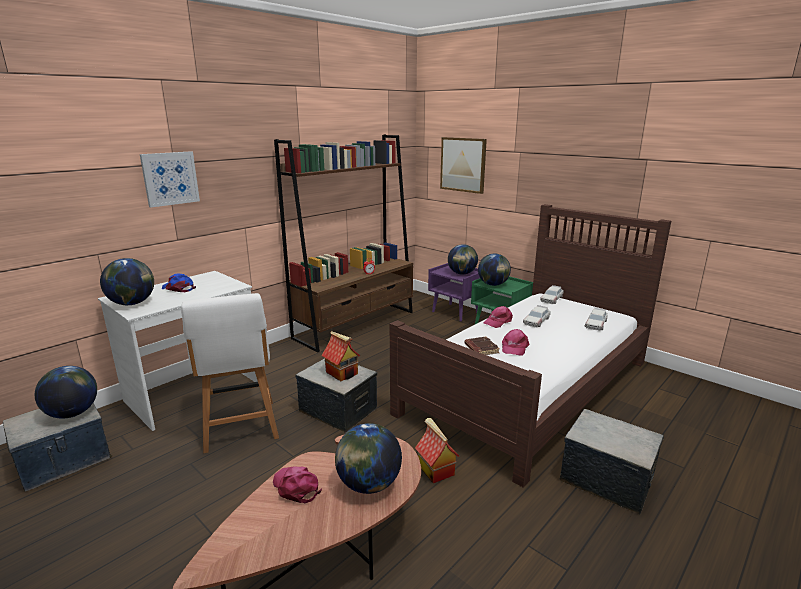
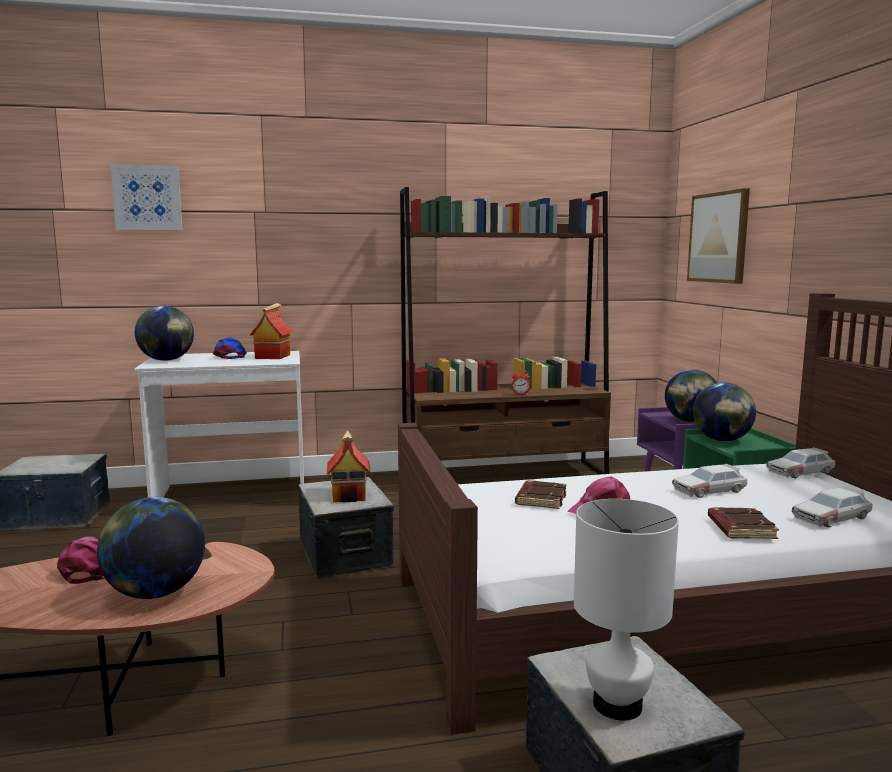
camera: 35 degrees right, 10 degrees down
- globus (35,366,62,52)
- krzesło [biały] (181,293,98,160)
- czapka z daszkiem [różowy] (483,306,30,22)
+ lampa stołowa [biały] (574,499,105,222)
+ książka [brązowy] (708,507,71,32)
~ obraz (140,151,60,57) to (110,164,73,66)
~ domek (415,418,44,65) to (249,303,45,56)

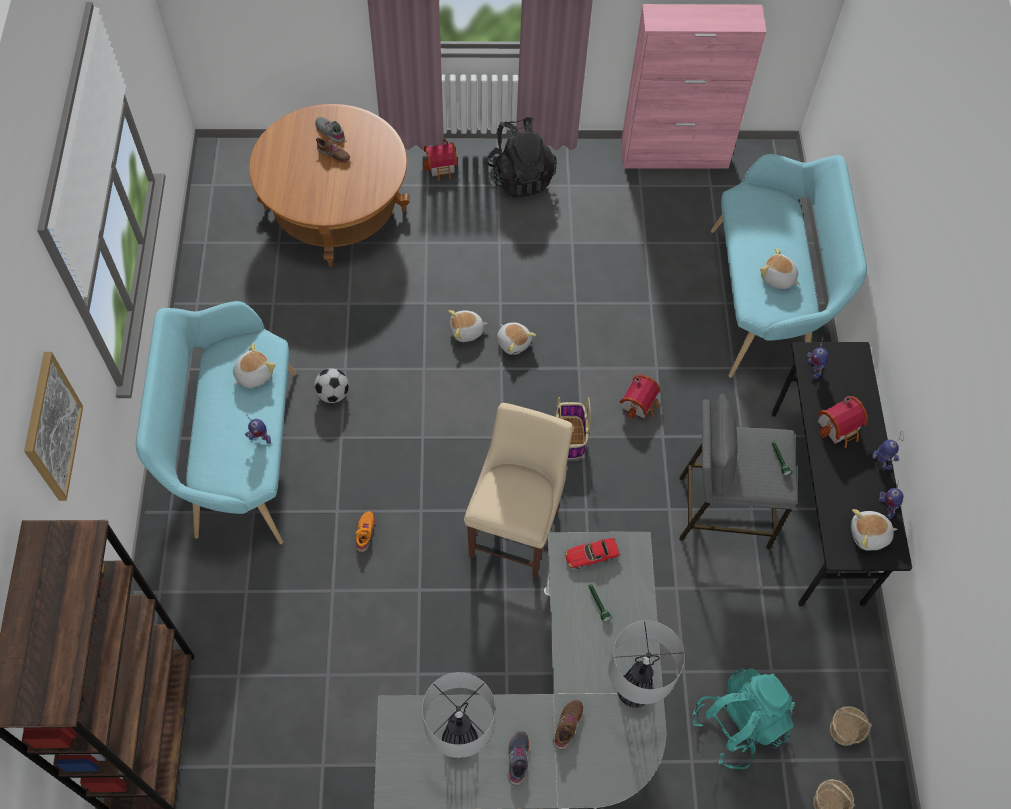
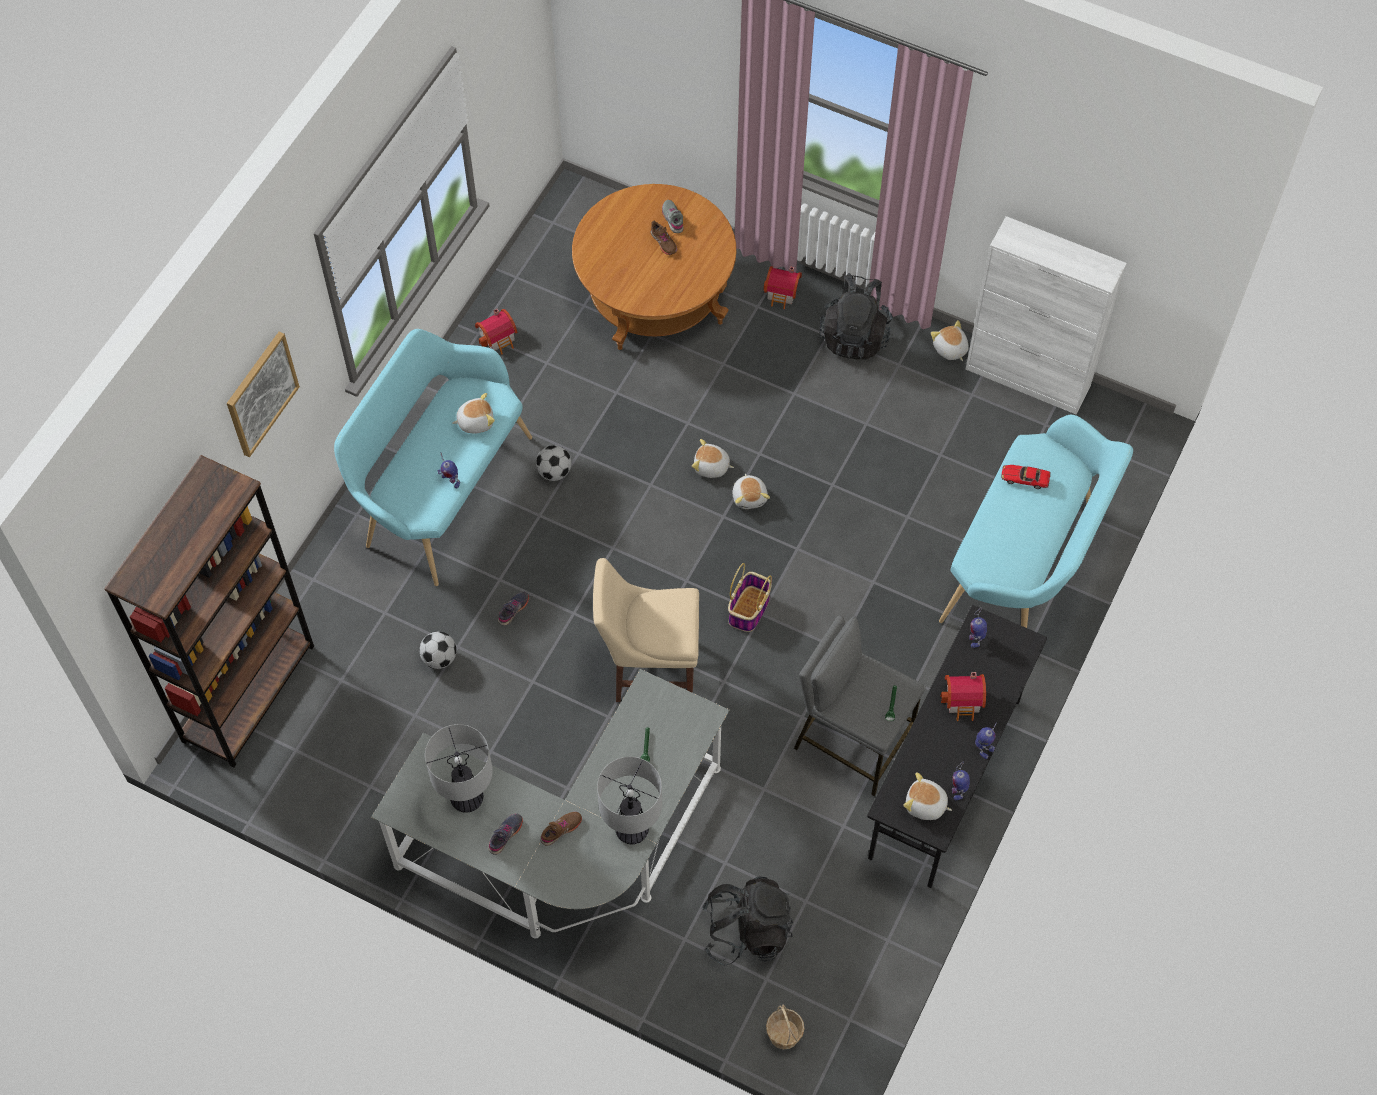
camera: 30 degrees right, 0 degrees up
- koszyk (830,706,42,40)
+ piłka futbolowa (419,631,37,38)
~ samochodzik (564,537,56,32) to (1001,465,50,24)
~ domek (619,375,41,45) to (475,309,43,45)
~ pluszak (760,248,40,41) to (931,320,38,41)
~ but [pomarańczowy] (355,511,20,41) to but [szary] (498,592,31,34)
~ szafka [różowy] (621,4,145,165) to szafka [biały] (966,216,161,199)
~ plecak [turkusowy] (693,668,102,101) to plecak [czarny] (701,877,92,89)
~ krzesło [beżowy] (464,403,109,175) = (593,558,106,144) 135 degrees counterclockwise

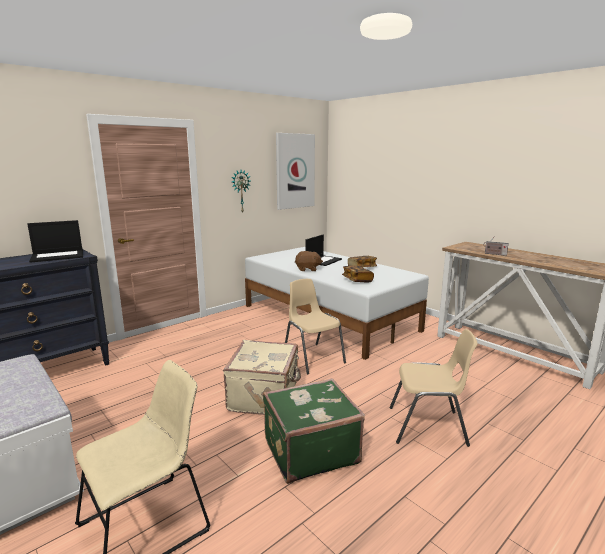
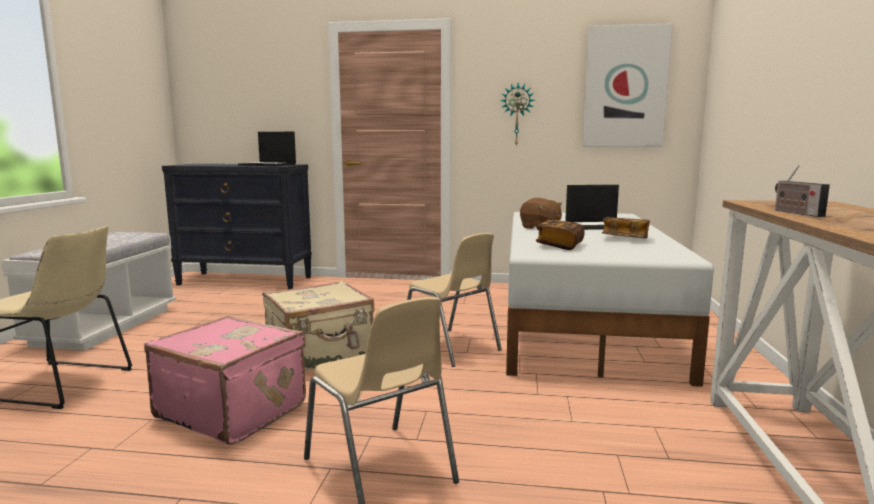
camera: 50 degrees right, 5 degrees down
~ walizka [zielony] (263,378,102,106) to walizka [różowy] (144,316,162,129)
~ krzesło [beżowy] (285,279,61,96) = (407,233,95,134) 120 degrees clockwise

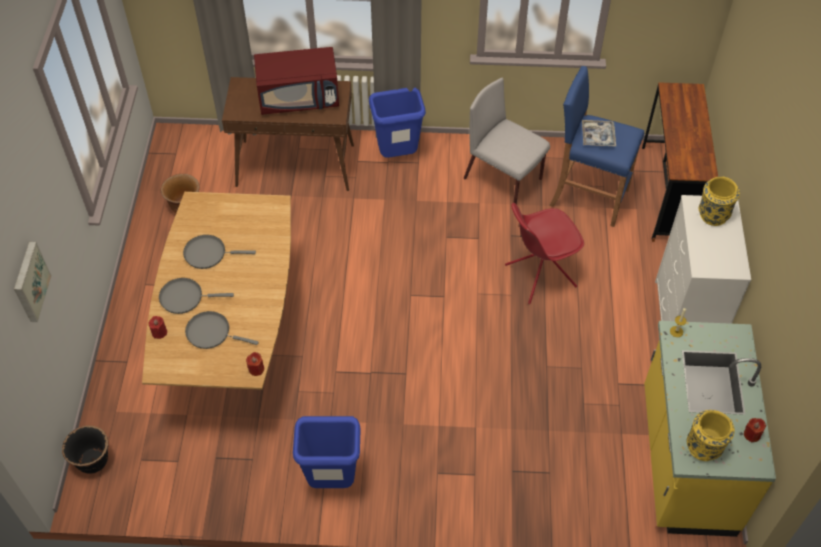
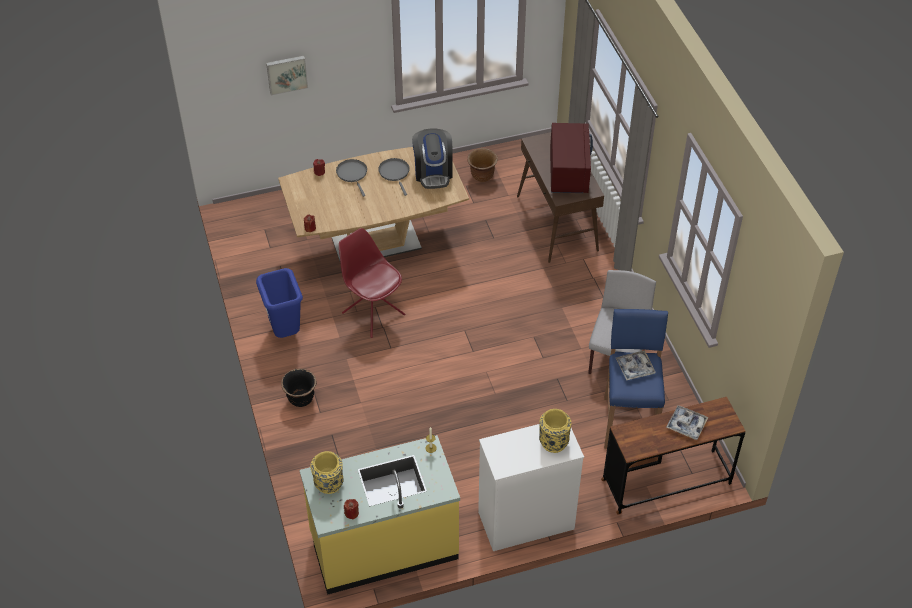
camera: 70 degrees right, 5 degrees down
- patelnia [szary] (185,311,74,38)
- kosz na śmieci [niebieski] (369,88,57,70)
+ ekspres do kawy (412,128,41,61)
+ taca (666,405,43,35)
~ donica [czarny] (62,425,47,49) to (281,368,36,39)
~ krzesło [czerwony] (505,203,79,101) to (339,228,66,110)
~ mikrofalówka [czerwony] (254,47,85,68) = (550,123,43,70) 150 degrees counterclockwise

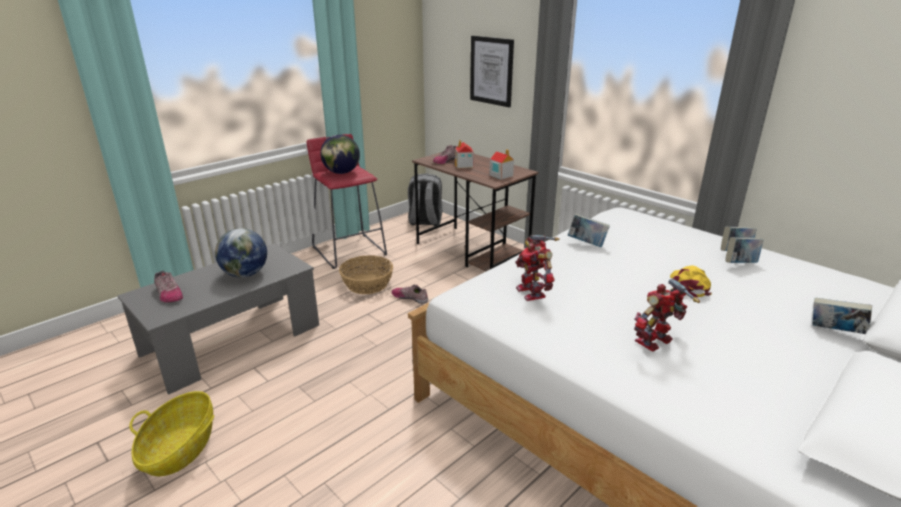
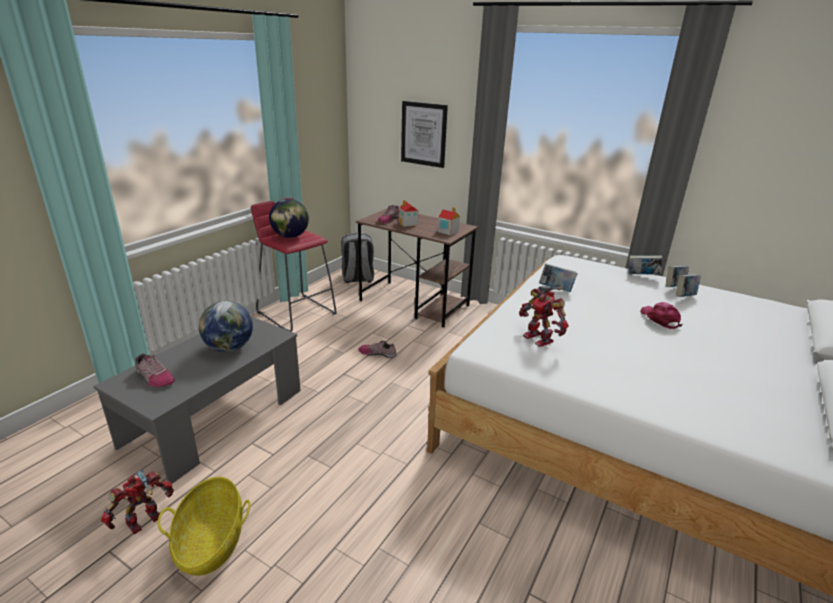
camera: 15 degrees left, 0 degrees up
- koszyk (339,255,54,39)
~ robot zabawkowy (634,278,66,74) to (101,470,73,64)
~ książka (812,298,60,36) to (629,255,33,20)
~ czapka z daszkiem [żółty] (670,265,42,32) to czapka z daszkiem [różowy] (640,302,43,27)

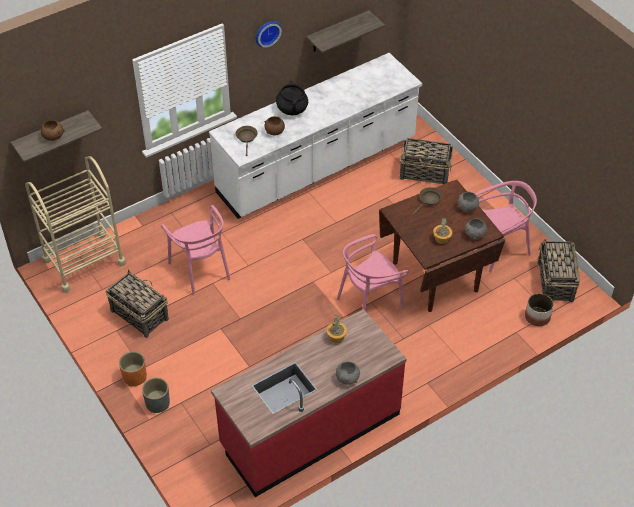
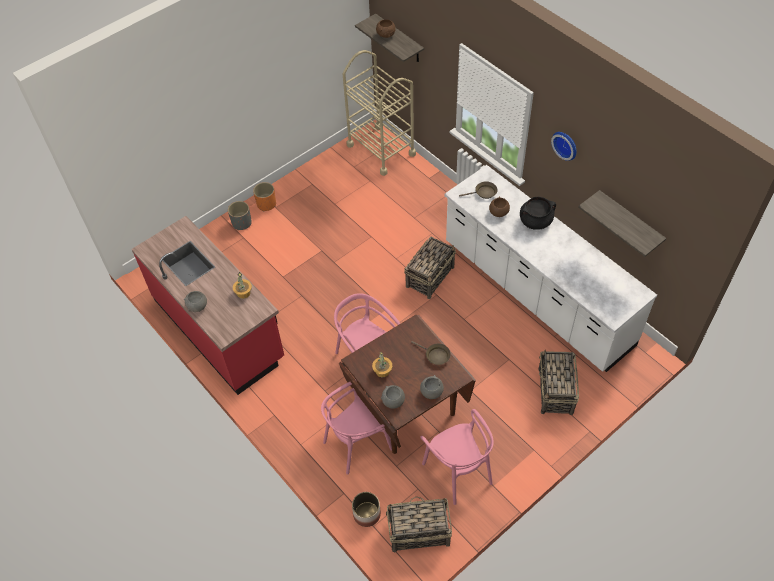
camera: 85 degrees right, 5 degrees up
~ koszyk (106,269,63,69) to (404,237,52,62)
~ krzesło [różowy] (161,205,69,89) to (321,379,71,96)

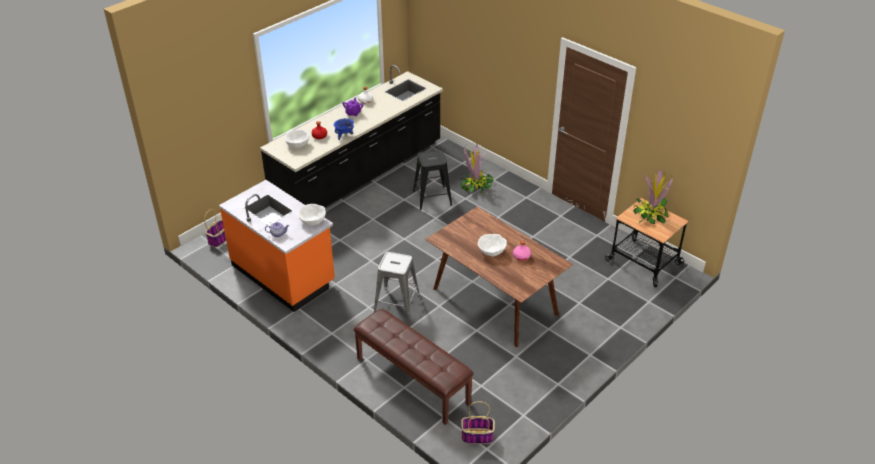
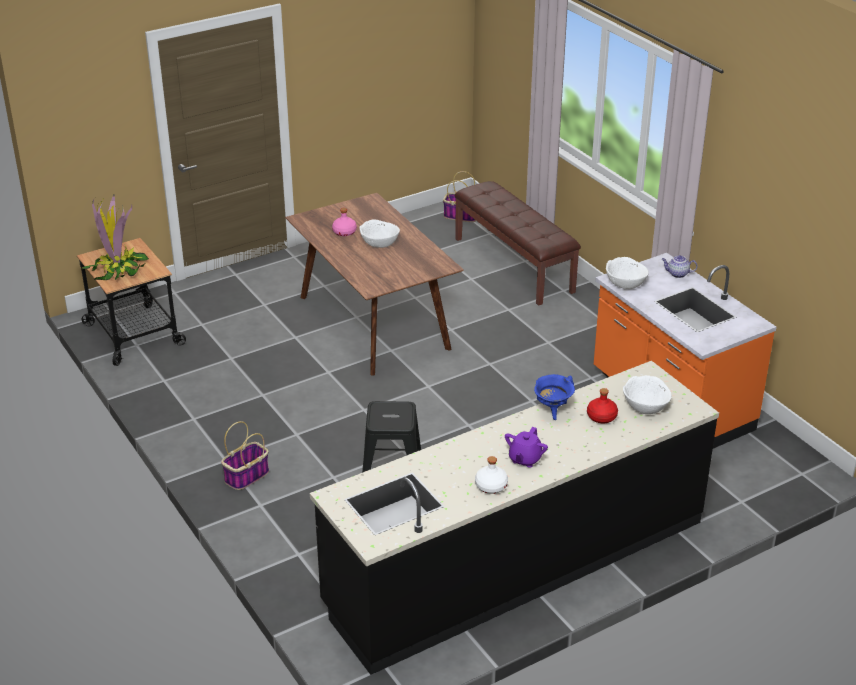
camera: 165 degrees left, 5 degrees down
- stołek [szary] (374,252,46,69)
- roślina doniczkowa (460,143,34,50)
~ koszyk (204,209,22,38) to (221,421,48,69)

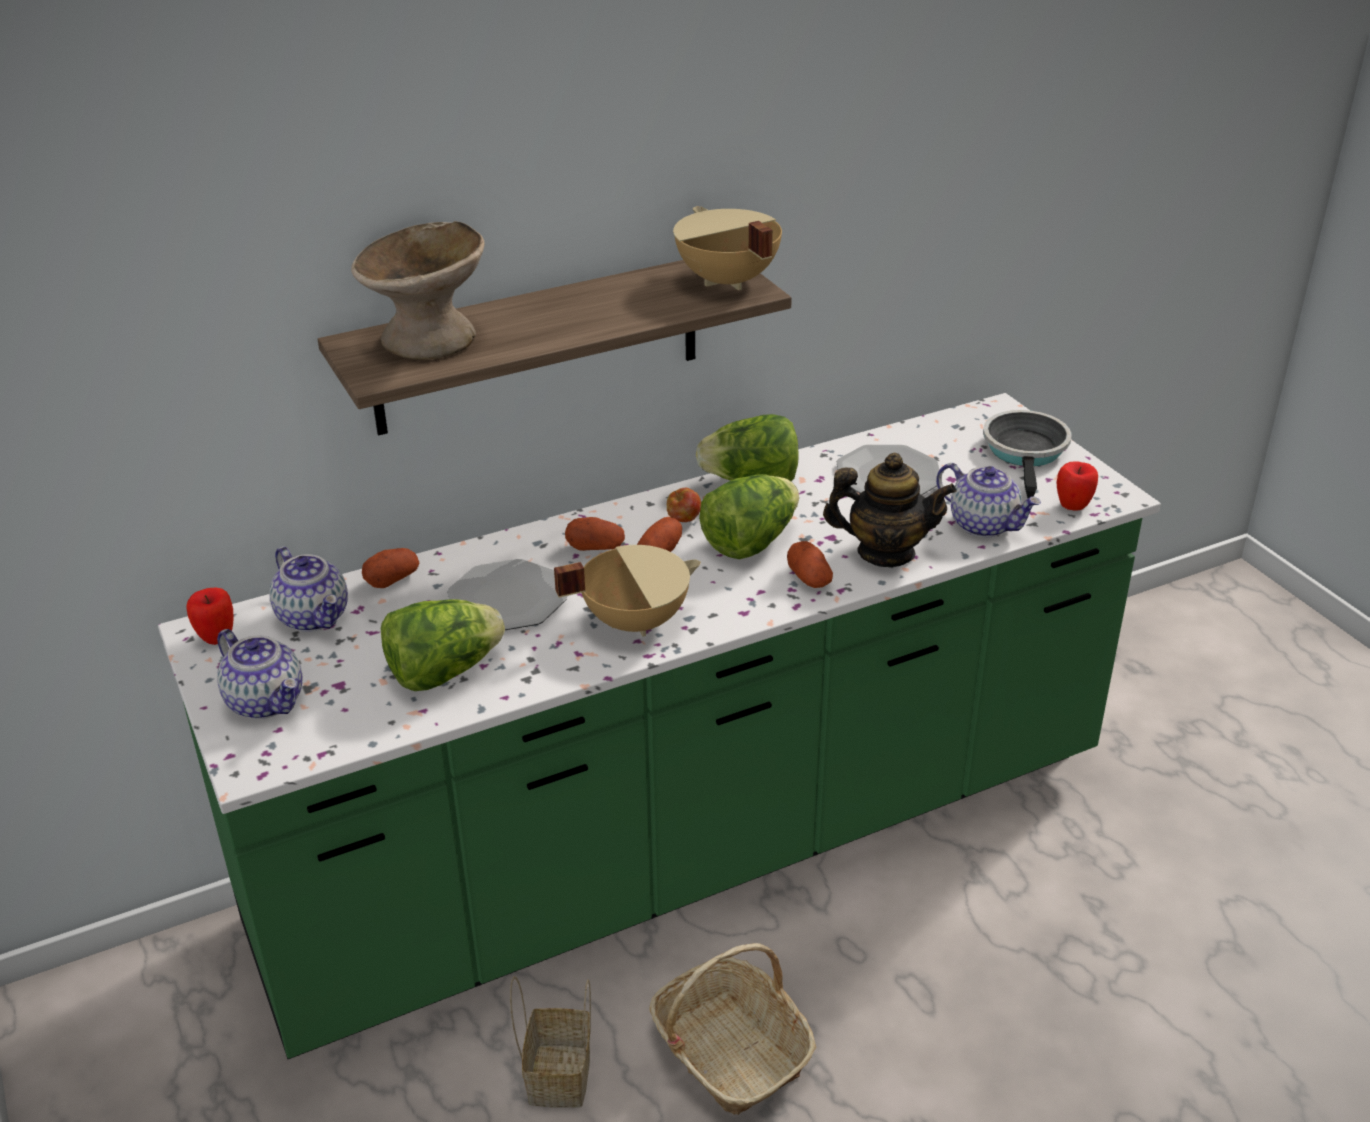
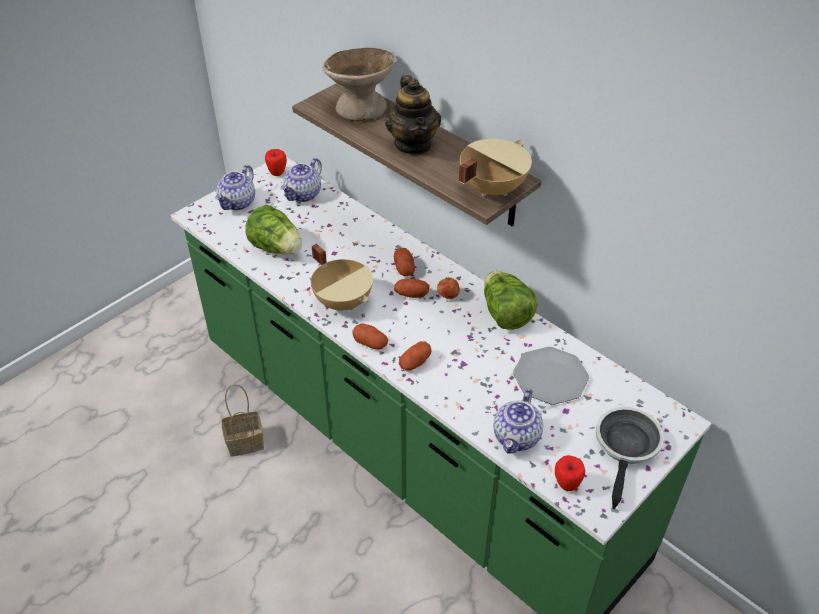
camera: 70 degrees right, 10 degrees up
- talerz (447,559,120,71)
- koszyk (649,943,167,172)
- sałata (699,474,100,85)
~ ziemniak (362,548,57,40) to (352,324,36,26)
~ imbryk (823,453,134,114) to (385,75,56,80)
~ patelnia (983,410,89,88) = (596,407,68,102) 60 degrees counterclockwise

